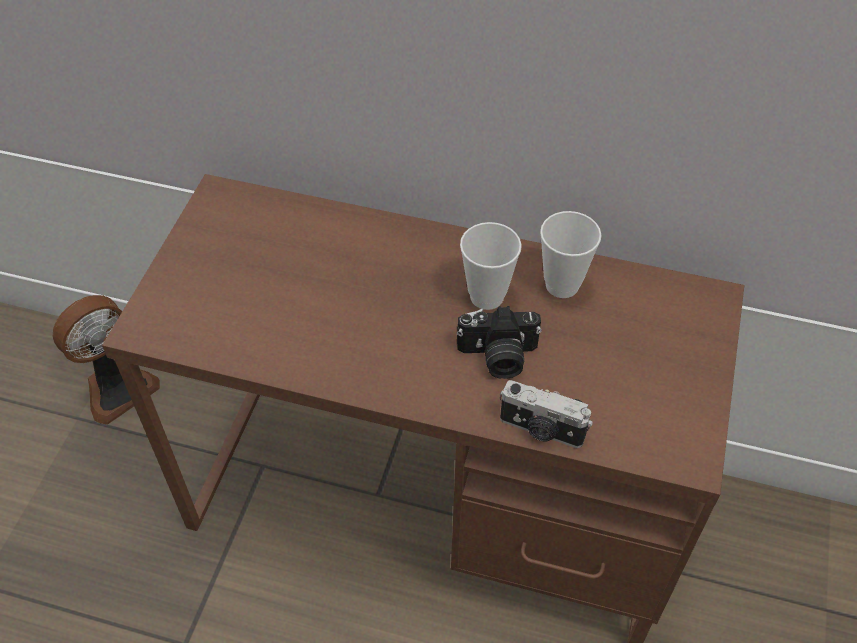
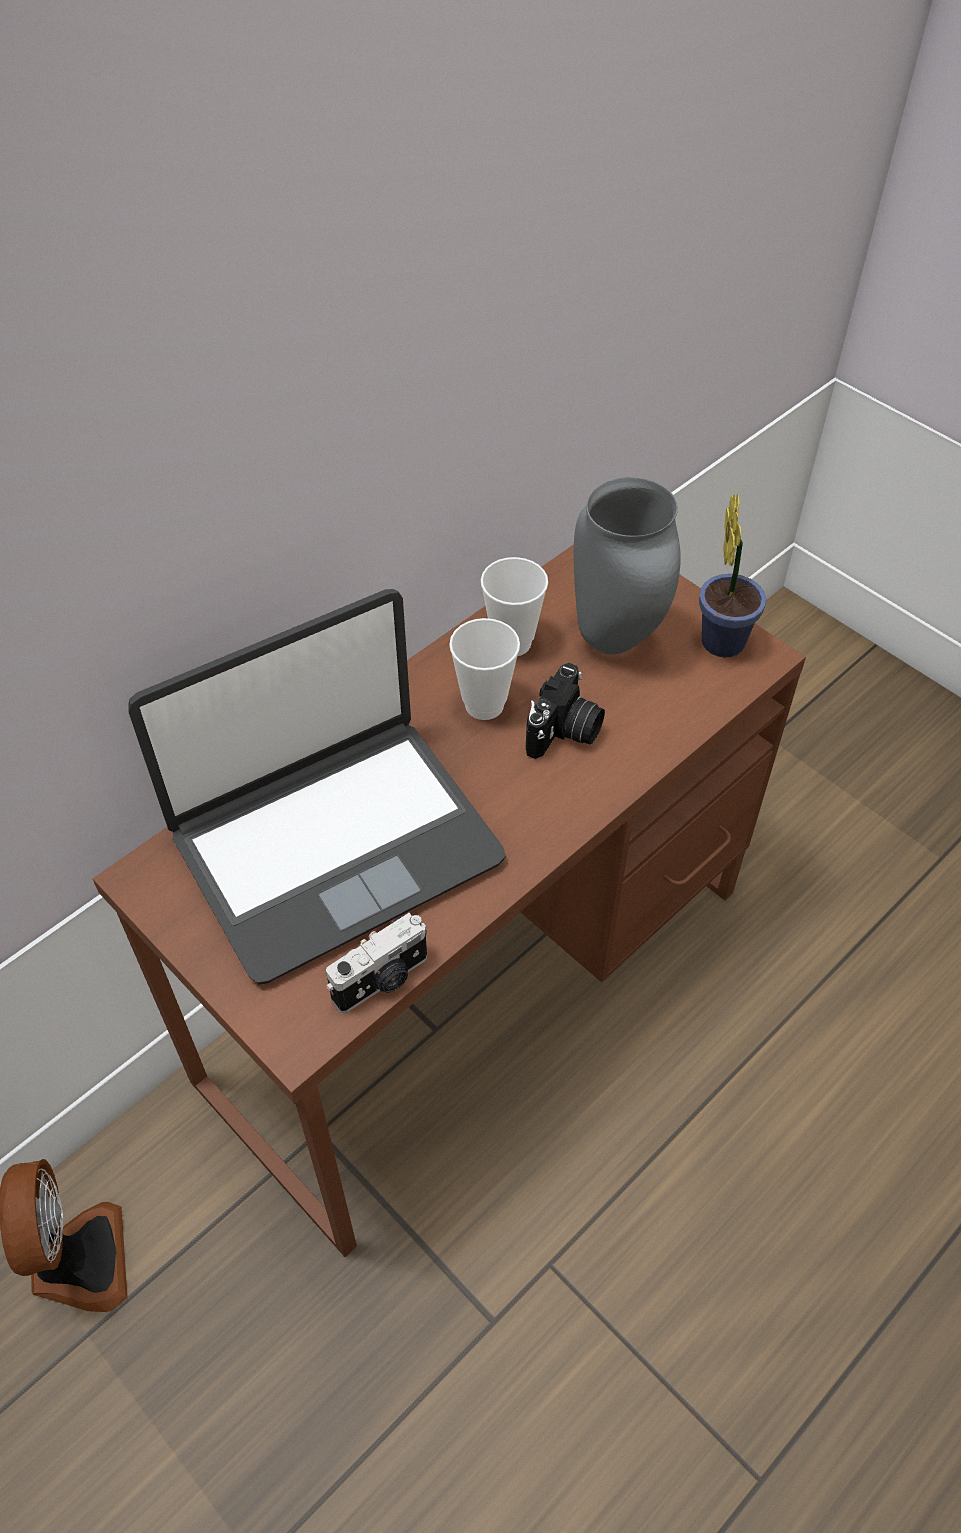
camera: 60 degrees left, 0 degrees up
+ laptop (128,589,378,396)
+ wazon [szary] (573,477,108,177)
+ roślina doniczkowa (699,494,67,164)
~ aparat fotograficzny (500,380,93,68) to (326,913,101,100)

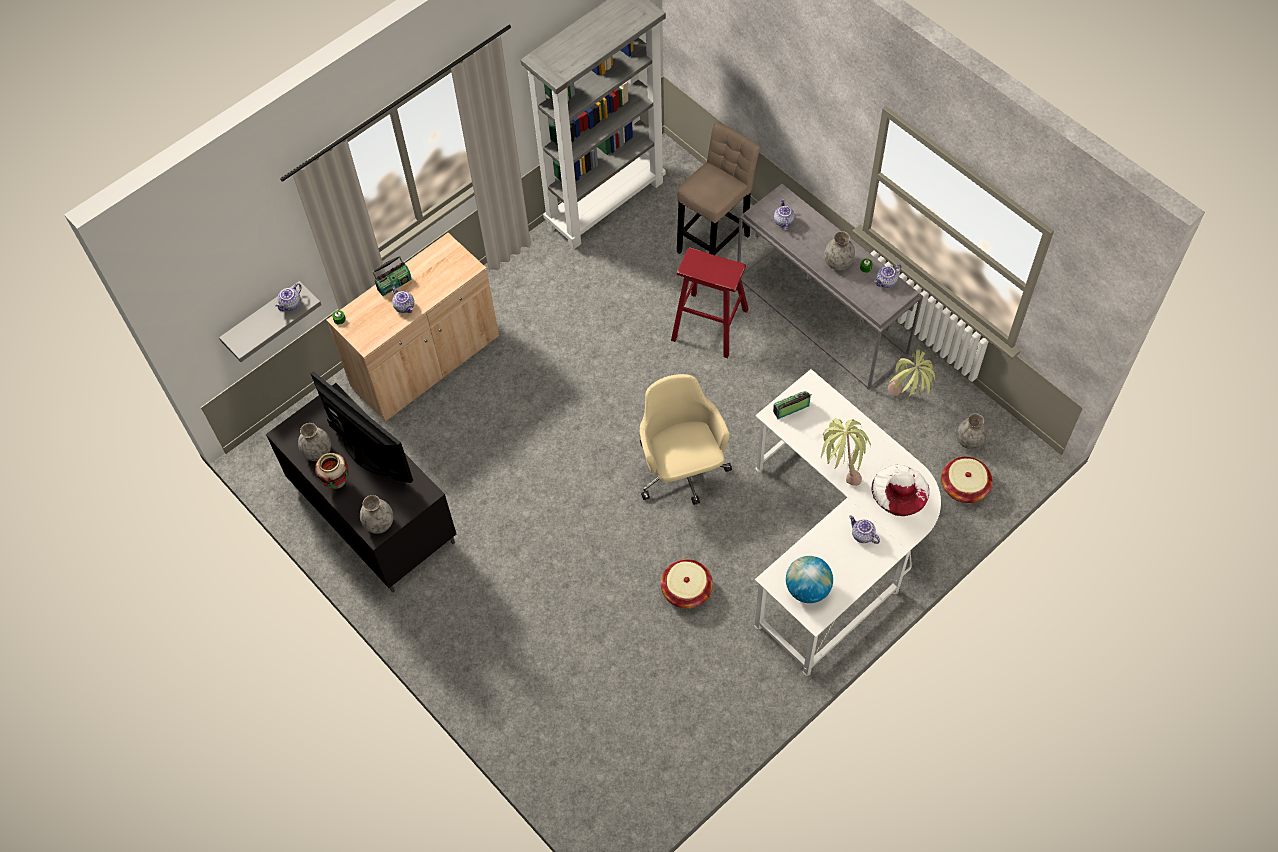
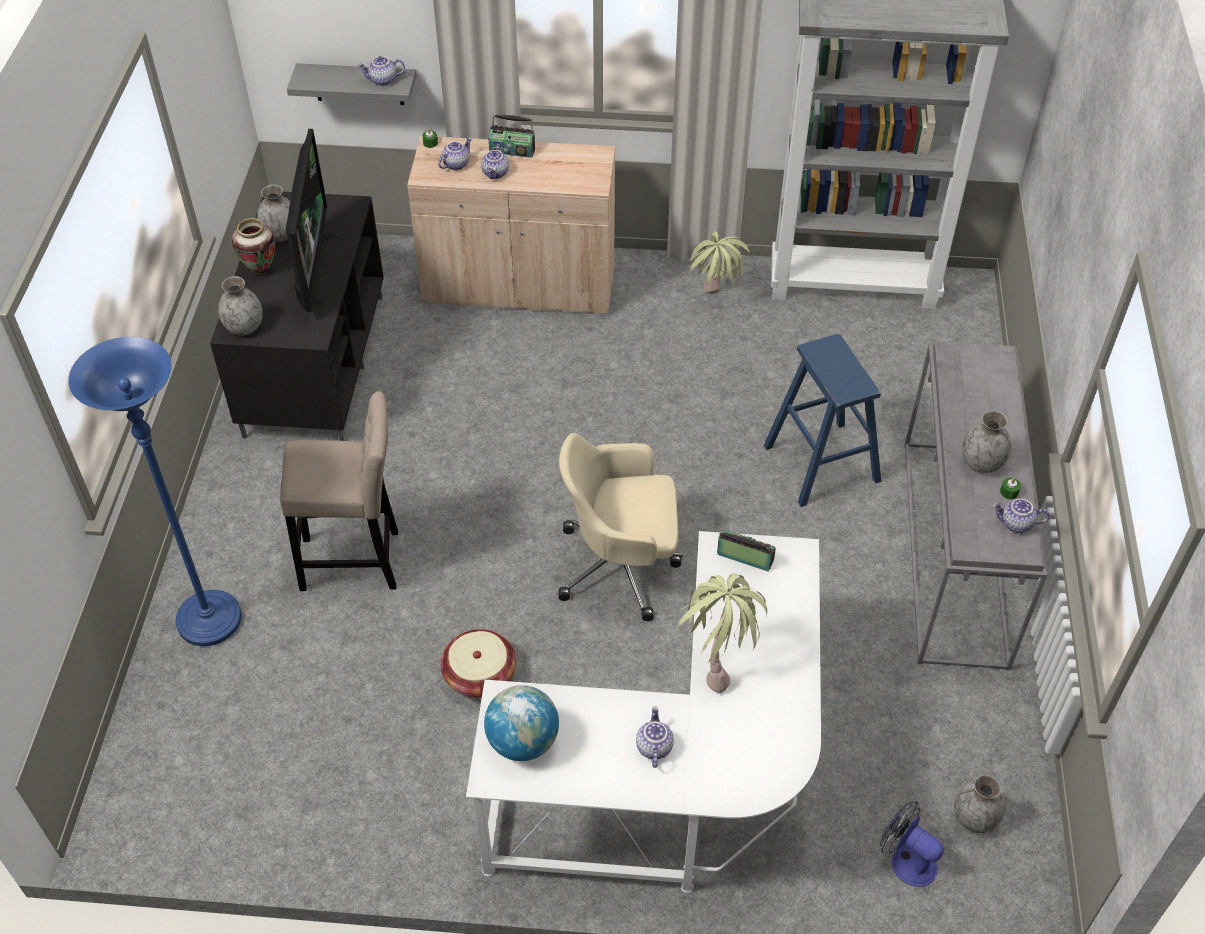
camera: 45 degrees right, 10 degrees down
- kapelusz [biały] (871,465,58,51)
+ lampa stojąca [niebieski] (68,337,174,309)
~ stołek [beżowy] (677,122,83,133) to (280,391,118,200)
~ imbryk (774,198,21,33) to (438,138,34,32)
~ roślina doniczkowa (888,350,47,48) to (687,232,63,62)
~ koszyk (941,457,52,46) to wentylator (880,801,64,86)
~ stołek [czerwony] (671,248,78,110) to stołek [niebieski] (764,334,117,173)
~ krzesło biurowe [beżowy] (640,374,92,131) = (559,433,123,188) 120 degrees counterclockwise

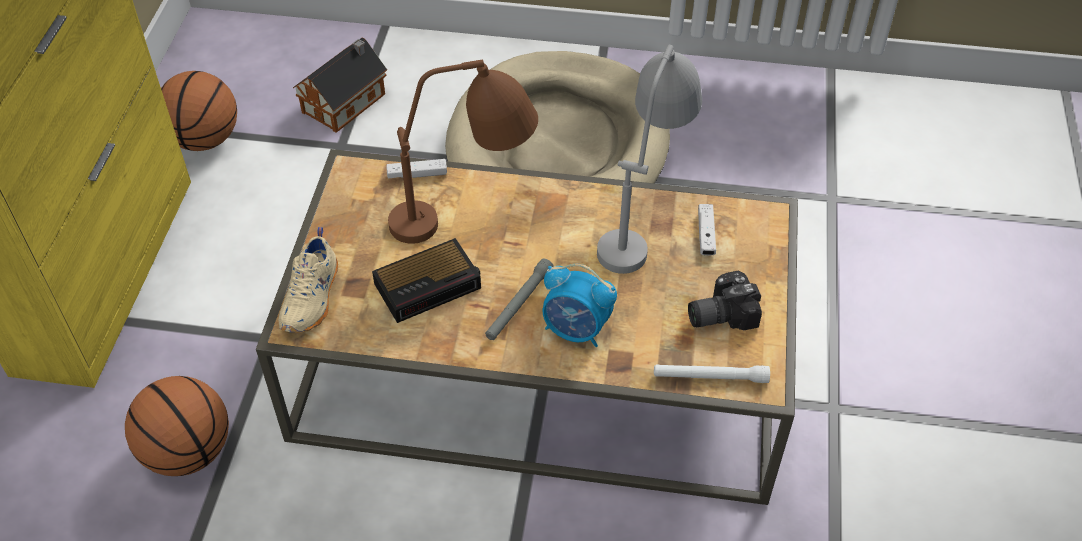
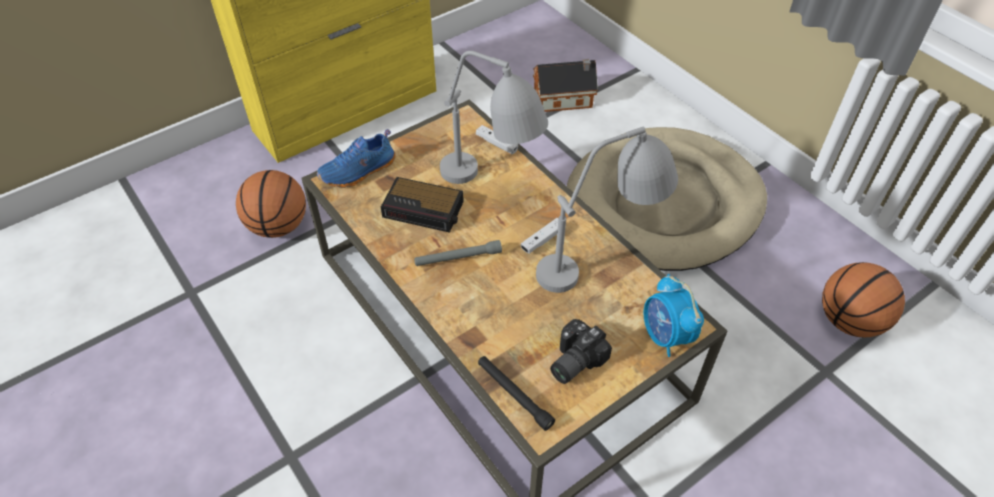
camera: 45 degrees right, 0 degrees up
~ piłka do koszykówki (161,71,76,80) to (822,262,83,75)
~ budzik (543,264,74,83) to (644,274,60,83)
~ pad do gier [biały] (698,204,18,51) to (521,218,38,36)
~ but [beżowy] (279,227,59,106) to but [niebieski] (317,129,78,59)
~ lampa stołowa [brązowy] (388,59,150,185) to lampa stołowa [szary] (440,51,108,133)
~ latarka [biały] (654,364,116,19) to latarka [czarny] (478,356,77,75)
~ aparat fotograficzny (688,270,74,60) = (550,319,62,65) 75 degrees counterclockwise

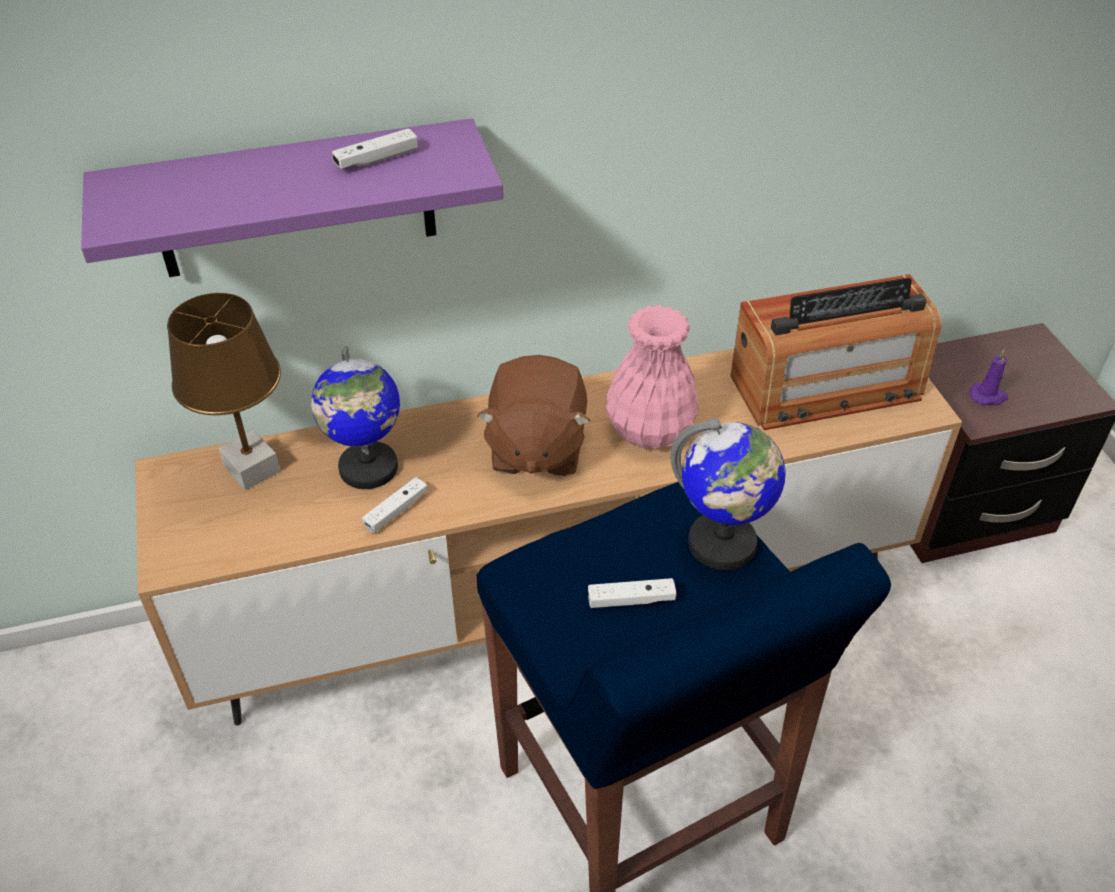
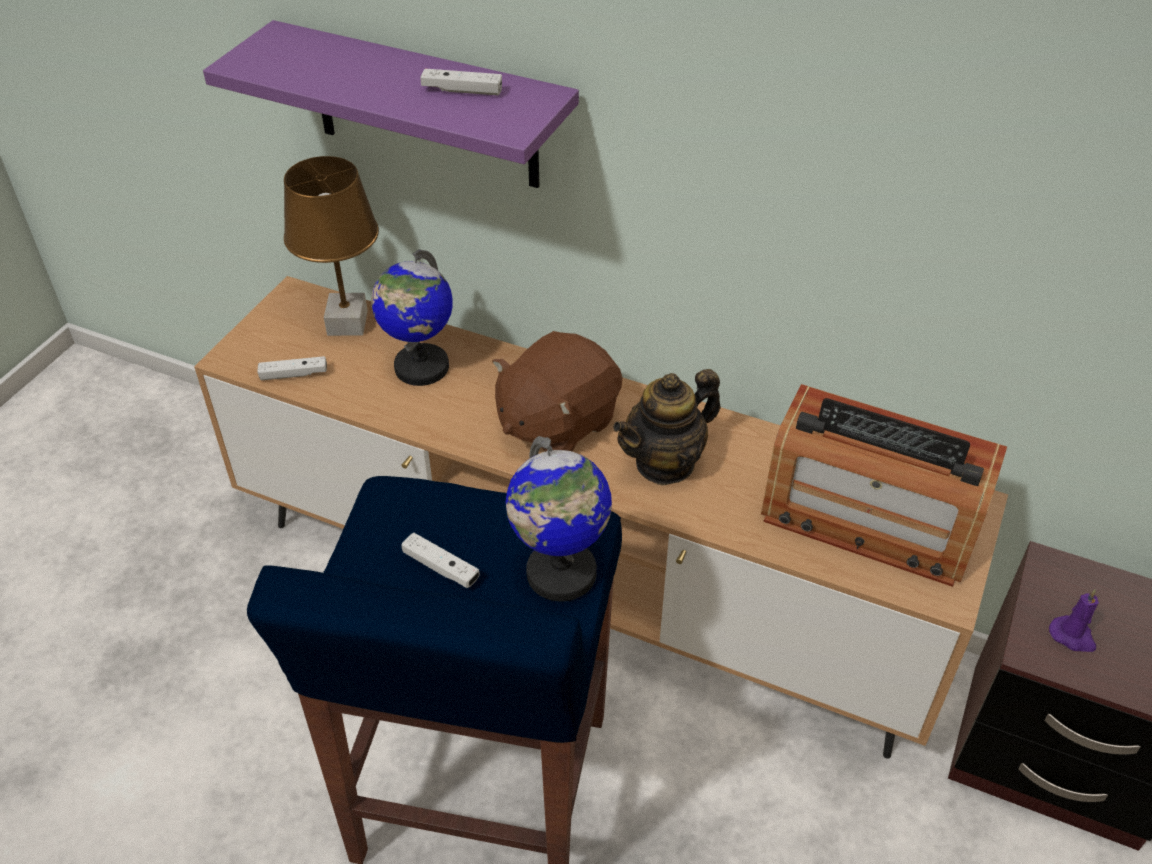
camera: 40 degrees right, 0 degrees up
~ pad do gier [biały] (362,477,66,56) to (258,356,69,24)
~ wazon [różowy] (606,305,93,144) to imbryk (613,369,108,116)

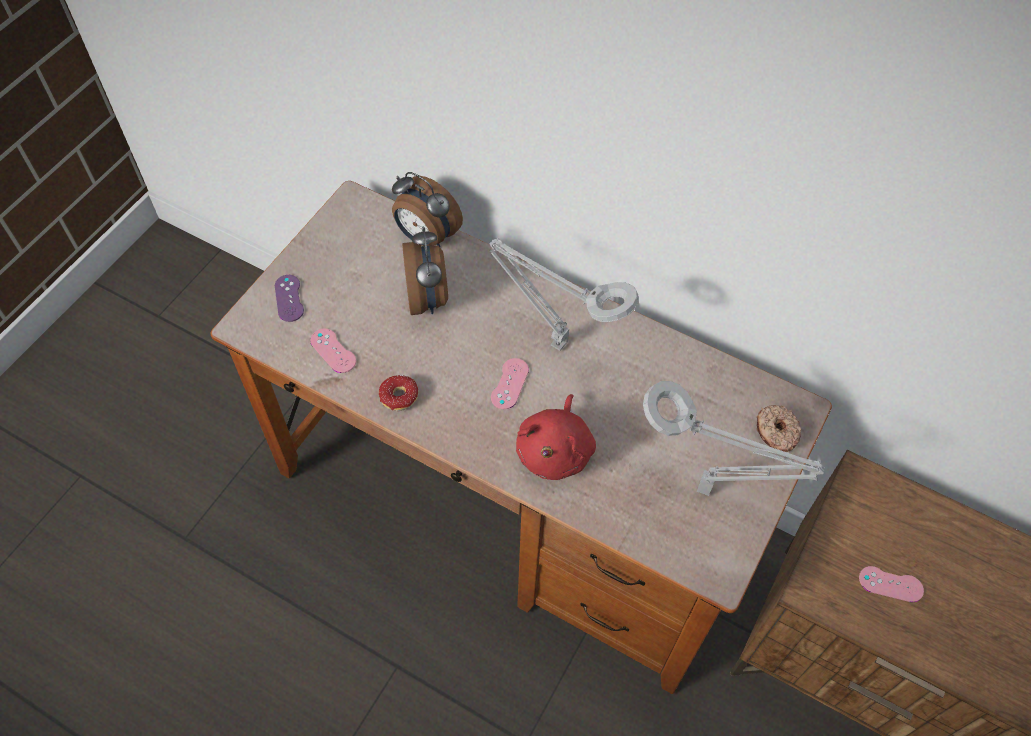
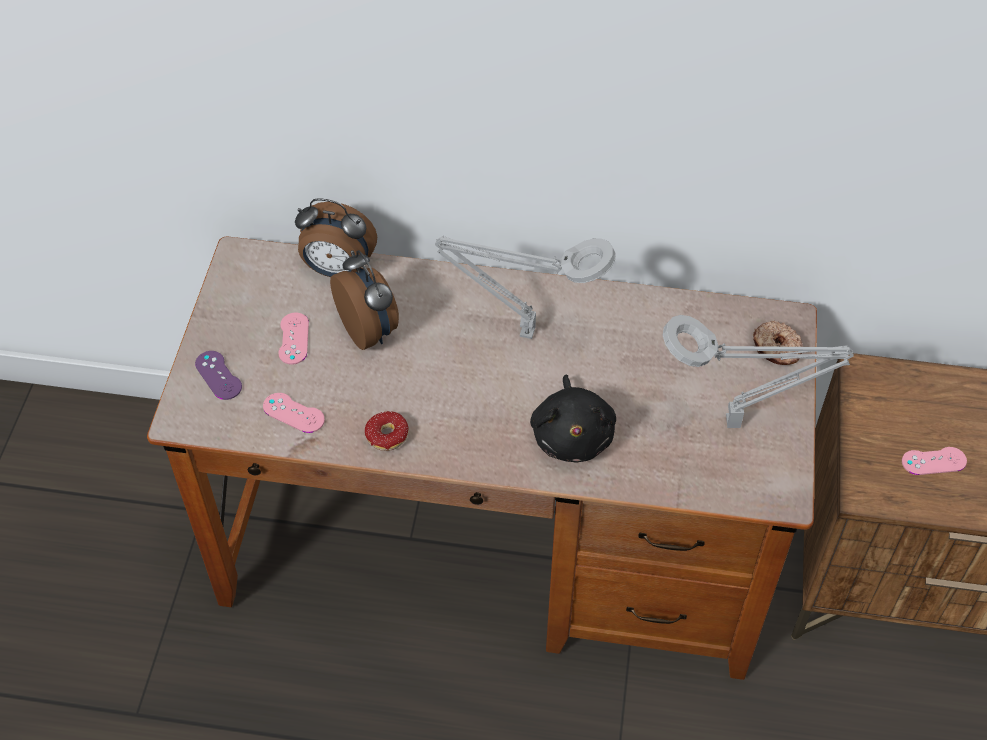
camera: 20 degrees left, 5 degrees down
~ pad do gier [różowy] (491,358,38,51) to (278,312,31,53)
~ pluszak [czerwony] (516,394,80,86) to pluszak [czarny] (530,375,86,88)

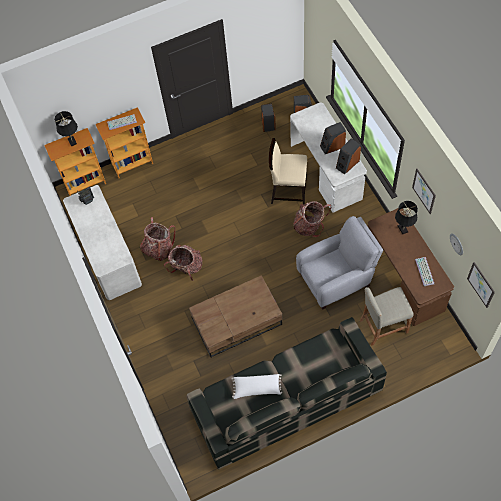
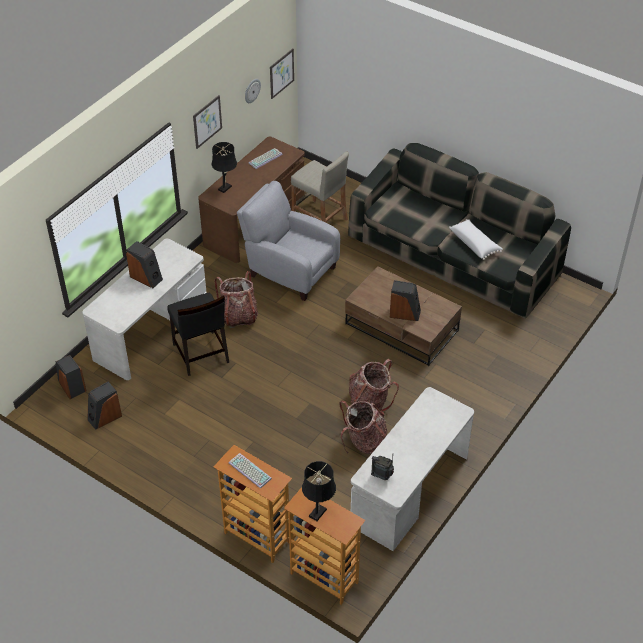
camera: 125 degrees left, 15 degrees down
~ głośnik (336,138,25,37) to (390,280,31,41)
~ krzesło [beżowy] (269,138,38,66) to krzesło [czarny] (167,293,62,83)

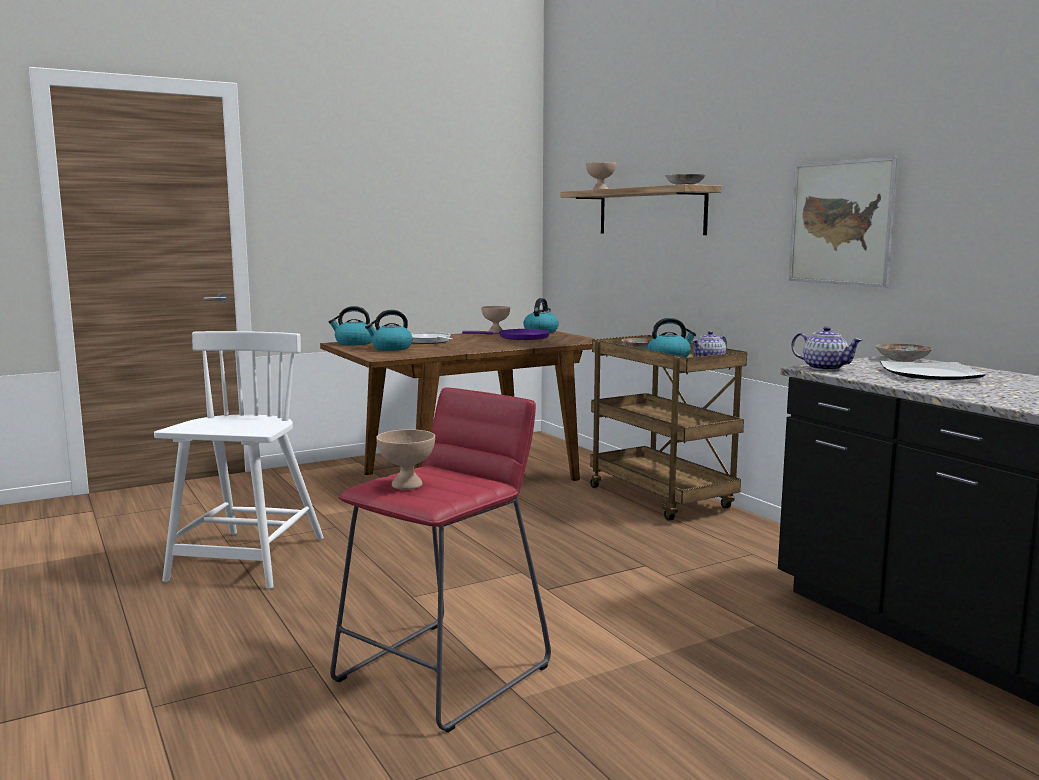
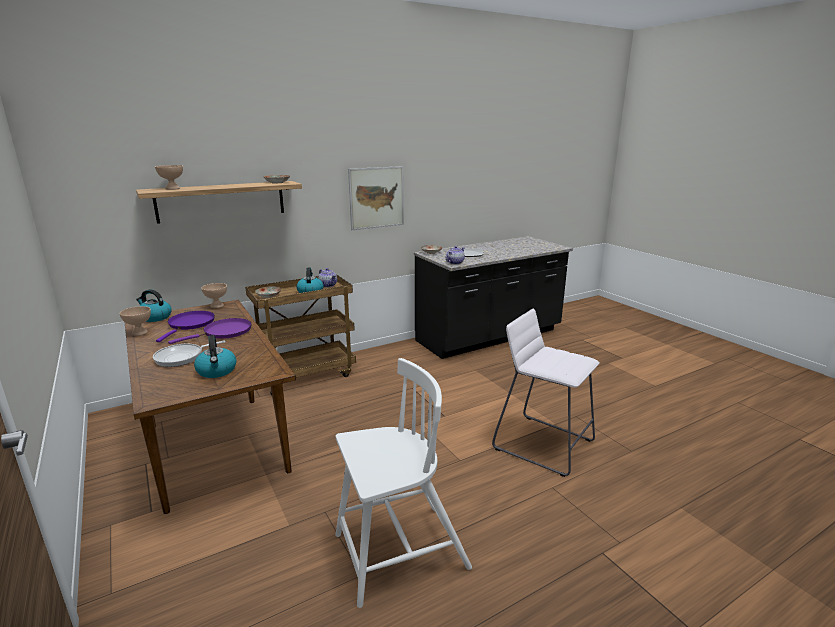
camera: 90 degrees left, 10 degrees up
- czajnik (329,306,43,40)
+ patelnia [fioletowy] (168,318,84,26)
~ miska [beżowy] (376,429,59,61) to (201,283,26,25)
~ stołek [czerwony] (330,388,221,345) to stołek [biały] (492,309,108,168)
~ krzesło [biały] (154,331,170,258) = (335,358,137,250) 150 degrees clockwise

